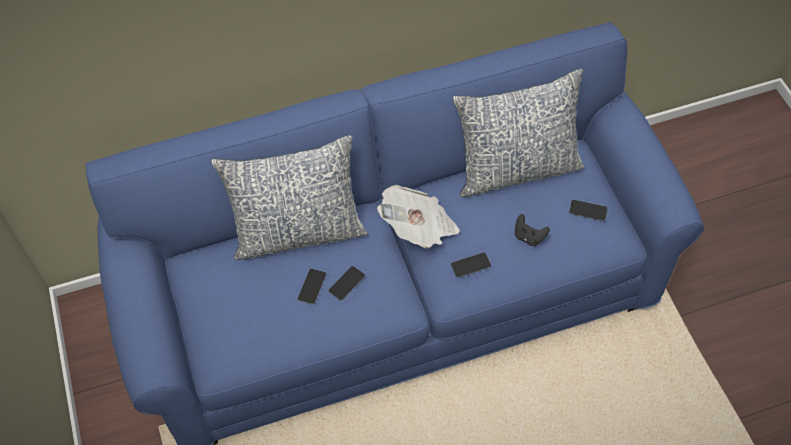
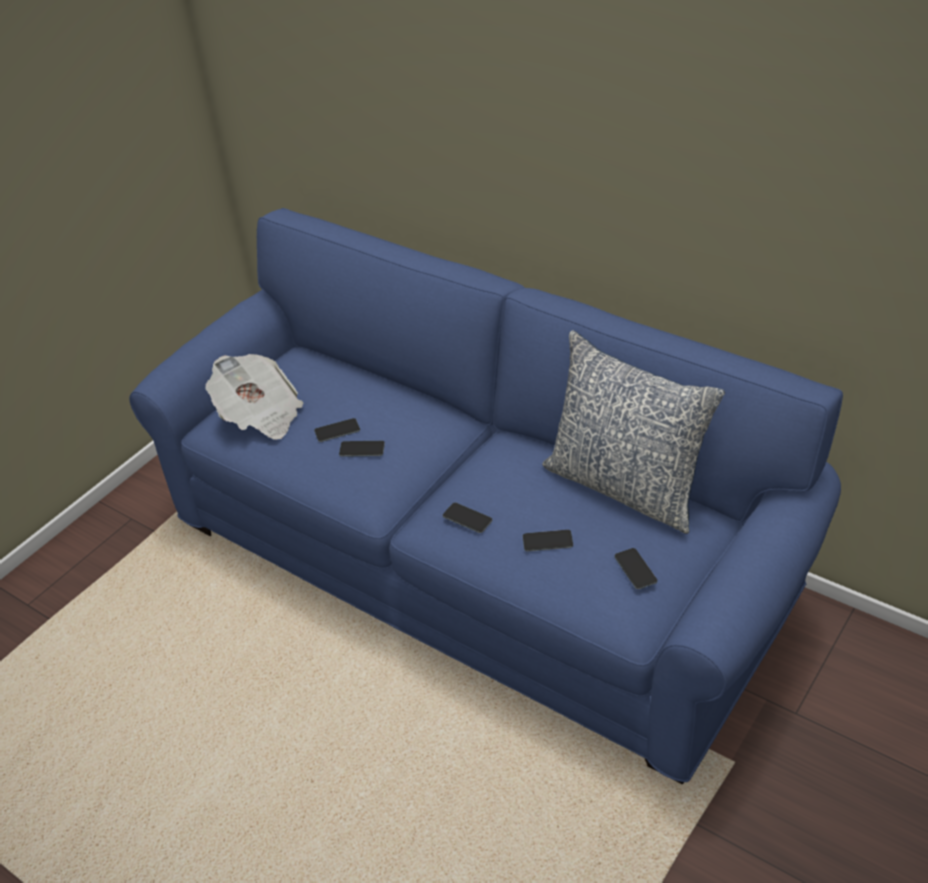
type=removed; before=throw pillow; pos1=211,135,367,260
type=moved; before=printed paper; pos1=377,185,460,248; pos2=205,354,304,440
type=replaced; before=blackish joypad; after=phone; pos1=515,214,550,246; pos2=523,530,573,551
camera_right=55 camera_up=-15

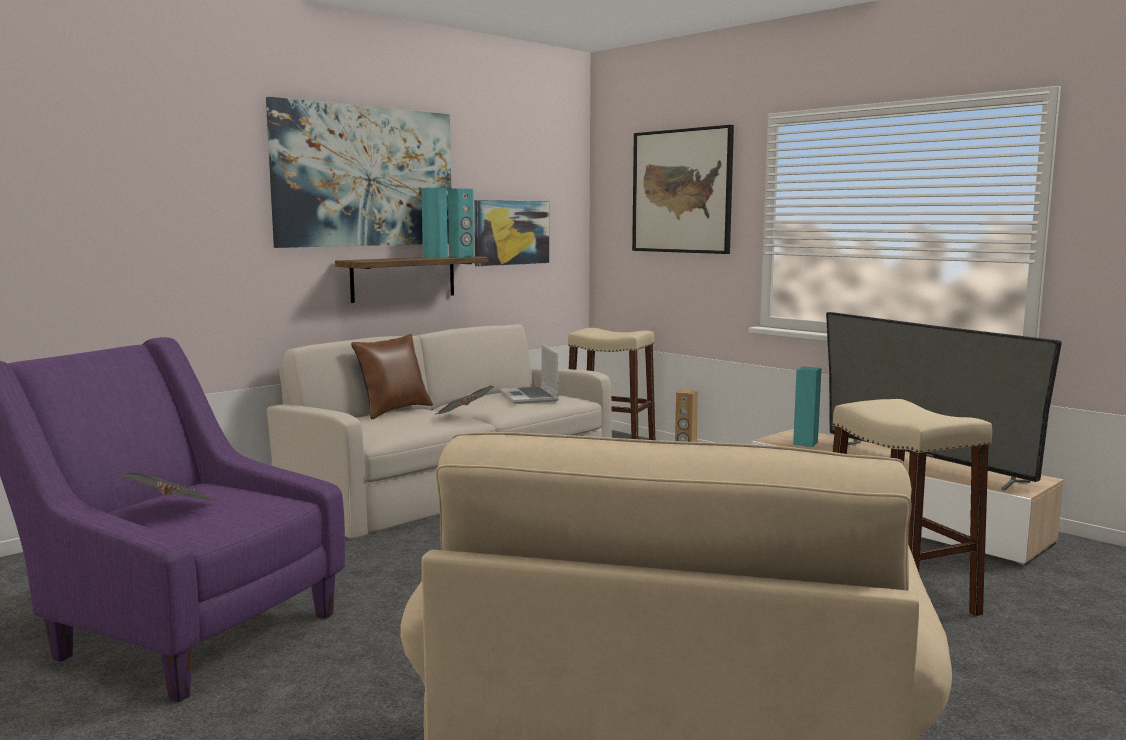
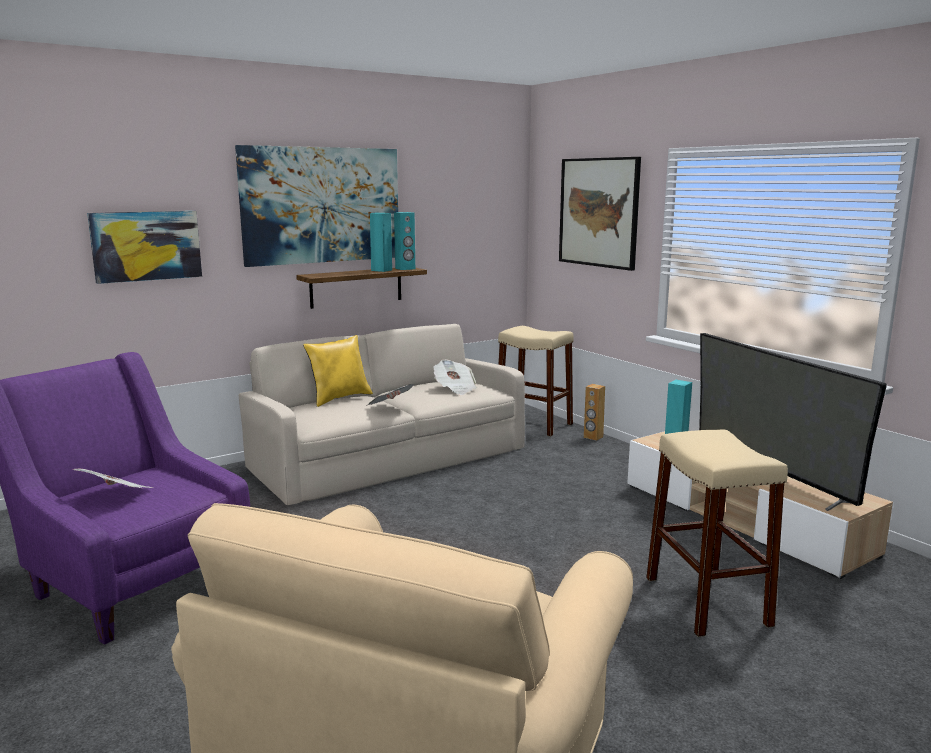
type=moved; before=wall art; pos1=474,200,549,266; pos2=87,211,202,284
type=recoloured; before=brownish throw pillow; after=yellow-coloured throw pillow; pos1=351,334,433,420; pos2=303,335,373,407
type=replaced; before=notebook computer; after=printed paper; pos1=501,345,559,404; pos2=433,359,477,395
camera_right=10 camera_up=5

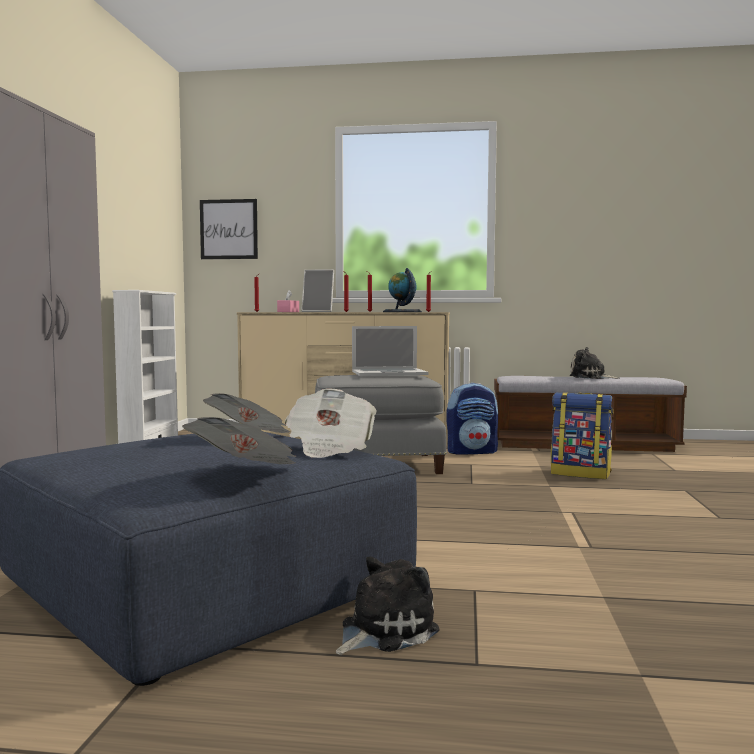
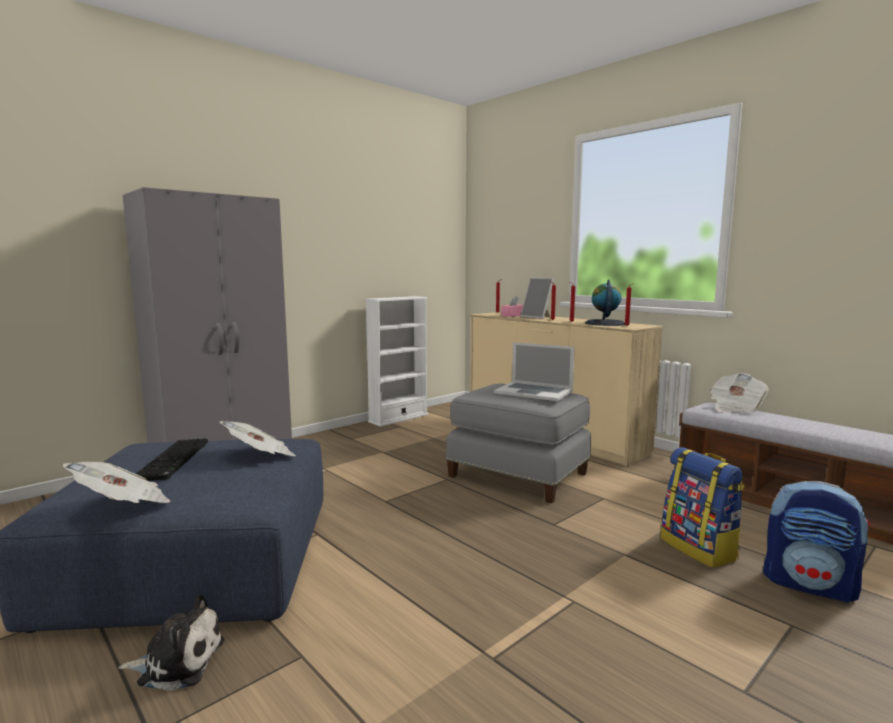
type=removed; before=wall art; pos1=200,199,258,259
type=removed; before=plush toy; pos1=569,347,620,379
type=moved; before=knapsack; pos1=446,383,498,455; pos2=763,481,871,603
type=moved; before=printed paper; pos1=285,388,377,458; pos2=710,373,769,413
type=added; after=PC keyboard; pos2=136,438,208,481
camera_right=40 camera_up=5

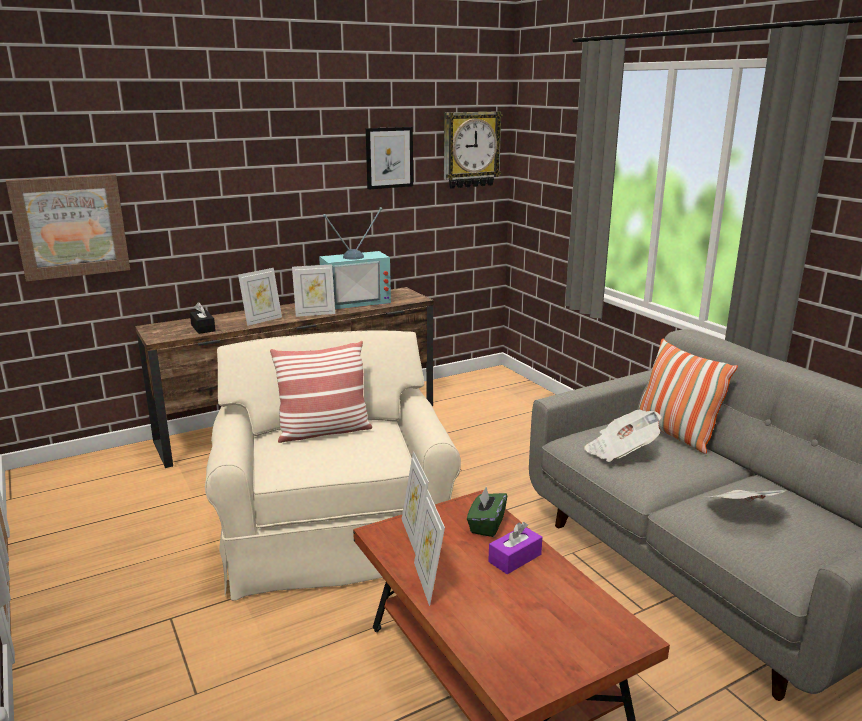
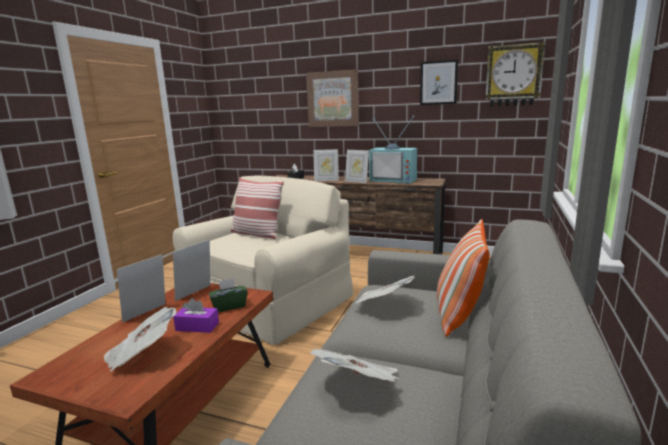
type=moved; before=wall art; pos1=6,174,130,282; pos2=306,69,359,127
type=added; after=printed paper; pos2=104,307,176,372
camera_right=50 camera_up=-5

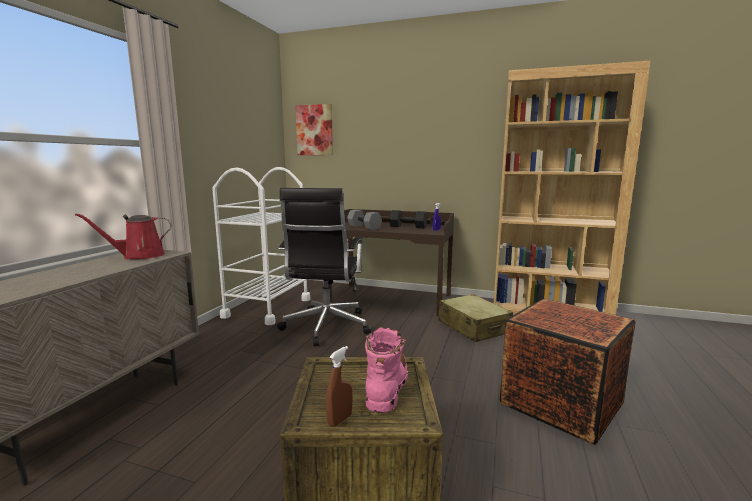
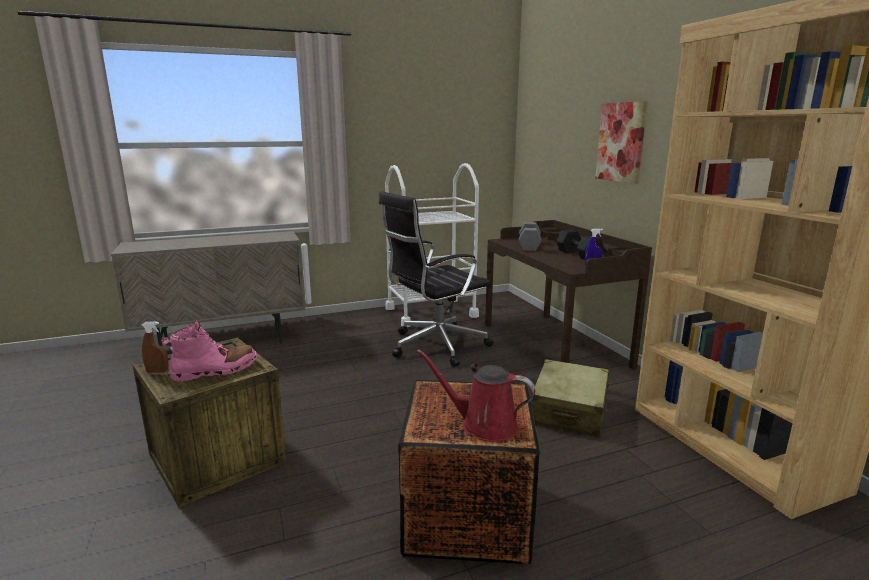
type=moved; before=wall art; pos1=296,104,333,155; pos2=595,101,648,184
type=moved; before=red sprinkling can; pos1=75,213,171,259; pos2=417,350,535,442
camera_right=50 camera_up=5

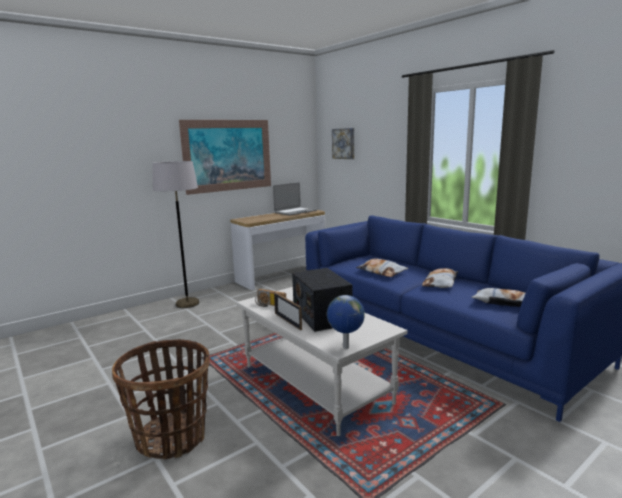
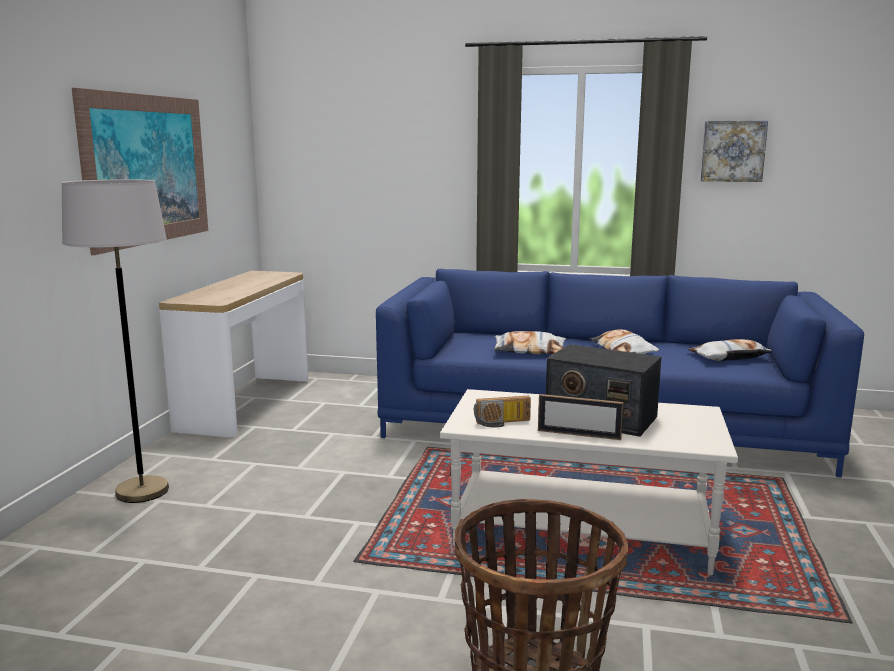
type=moved; before=wall art; pos1=332,128,354,159; pos2=700,121,768,182
type=removed; before=notebook computer; pos1=273,182,317,215
type=removed; before=world globe; pos1=327,295,365,349
camera_right=-40 camera_up=0

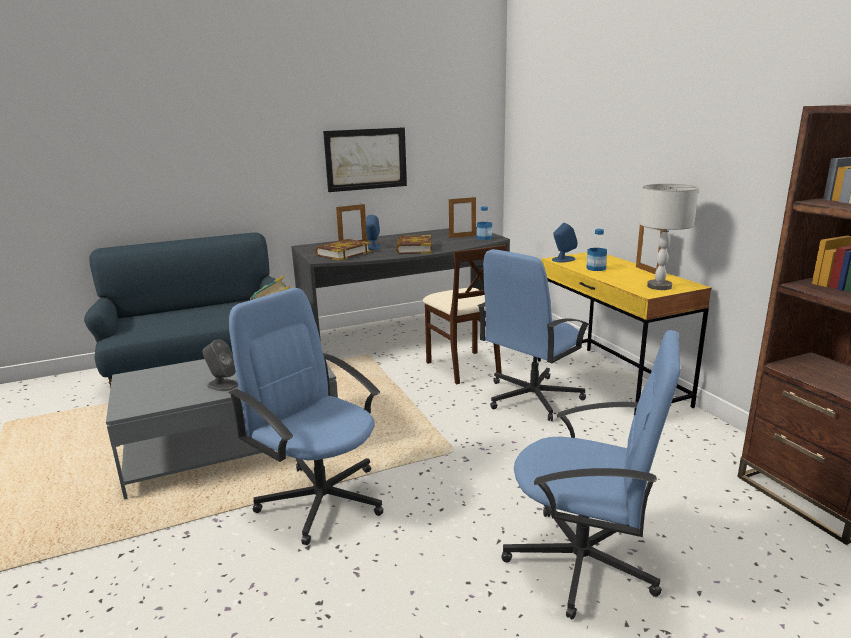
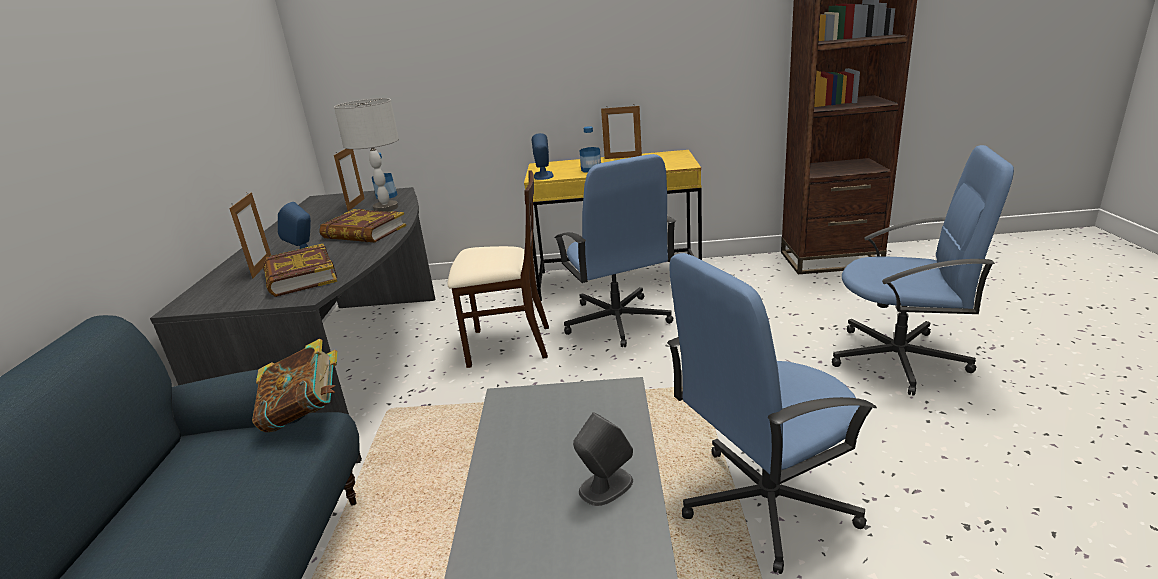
type=removed; before=wall art; pos1=323,127,407,192
type=moved; before=greyish lamp for a table; pos1=639,184,699,290; pos2=334,98,399,211
type=turned; before=blue-coloured desk chair; pos1=502,330,680,619; pos2=832,145,1014,396; turn=60
camera_right=-65 camera_up=5

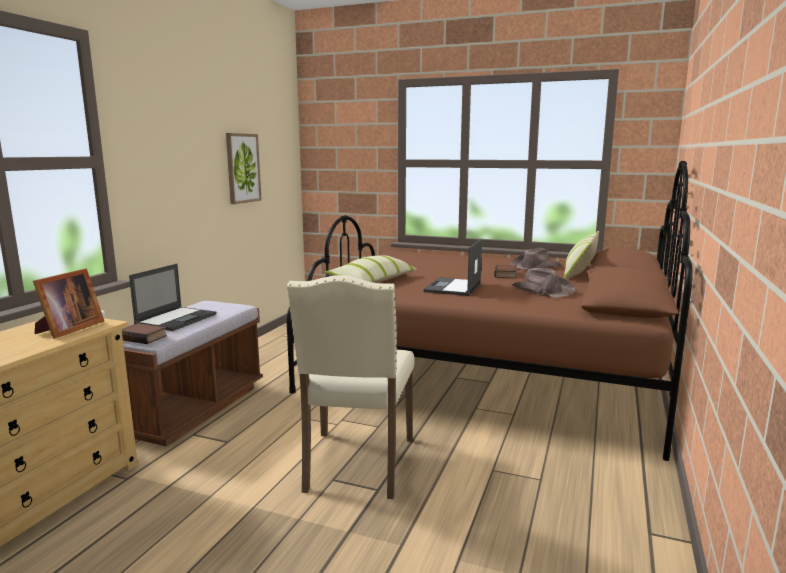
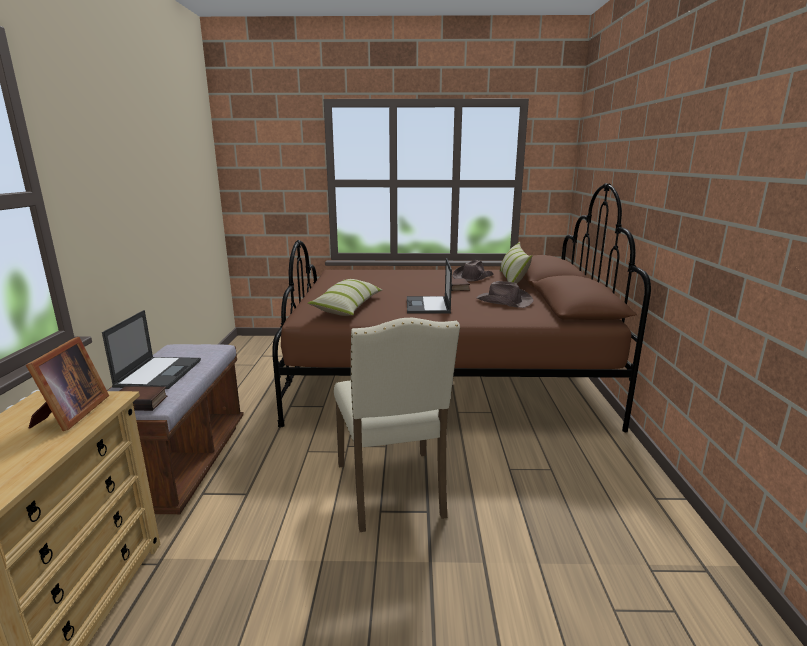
type=removed; before=wall art; pos1=226,133,261,204
camera_right=-20 camera_up=5

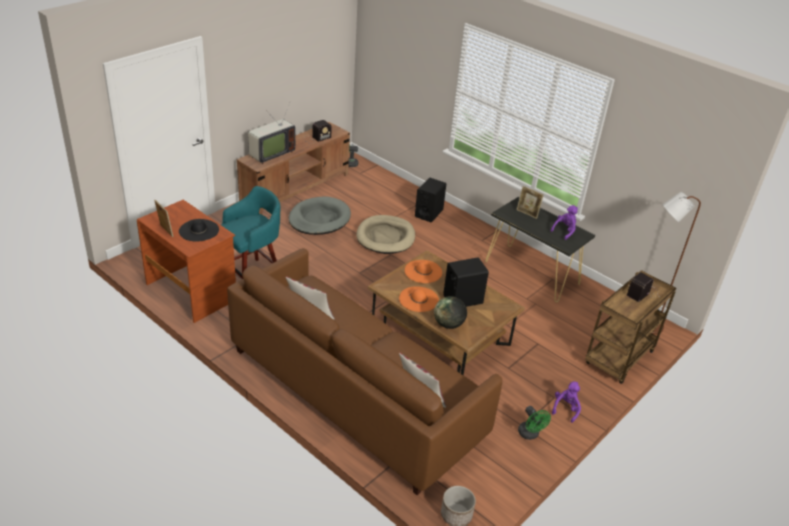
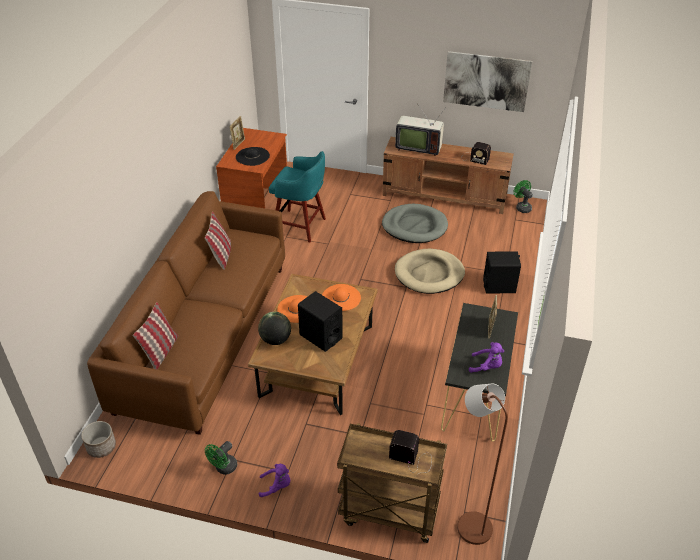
type=added; after=wall art; pos2=443,51,532,112
camera_right=65 camera_up=5

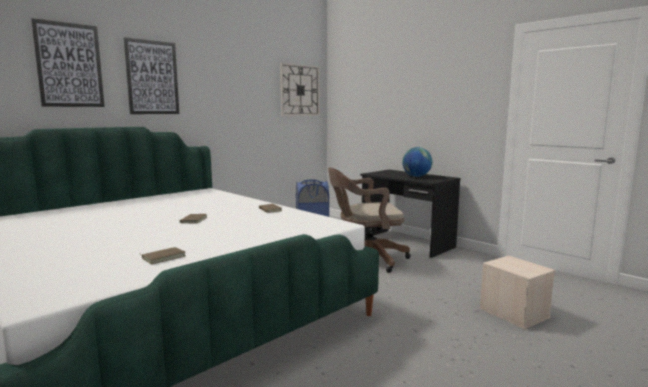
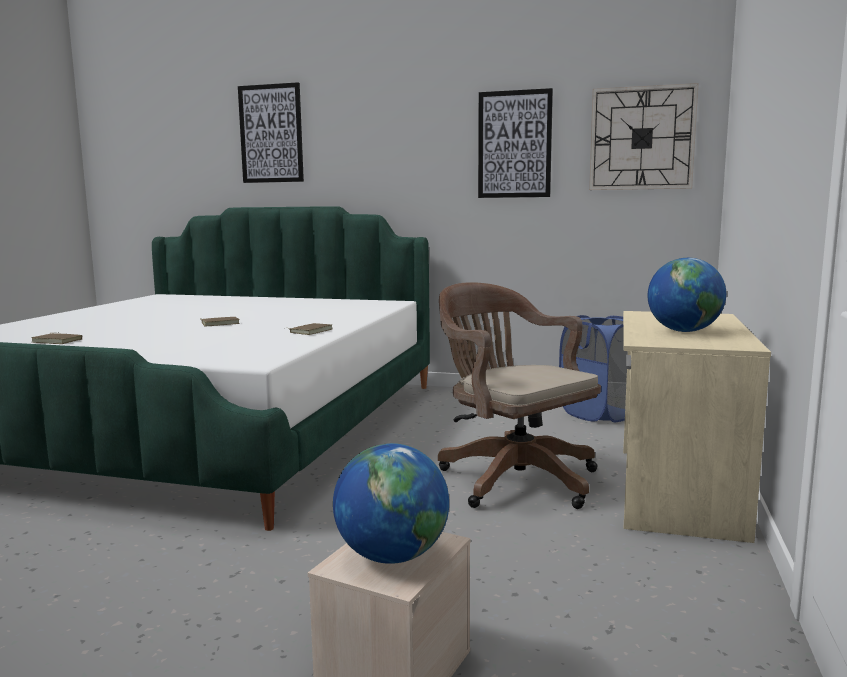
type=moved; before=wall art; pos1=124,37,179,114; pos2=478,88,553,198
type=recoloured; before=blackish desk unit; after=beige desk unit; pos1=360,170,461,258; pos2=623,311,771,543
type=added; after=world globe; pos2=333,443,449,564
camera_right=60 camera_up=0

